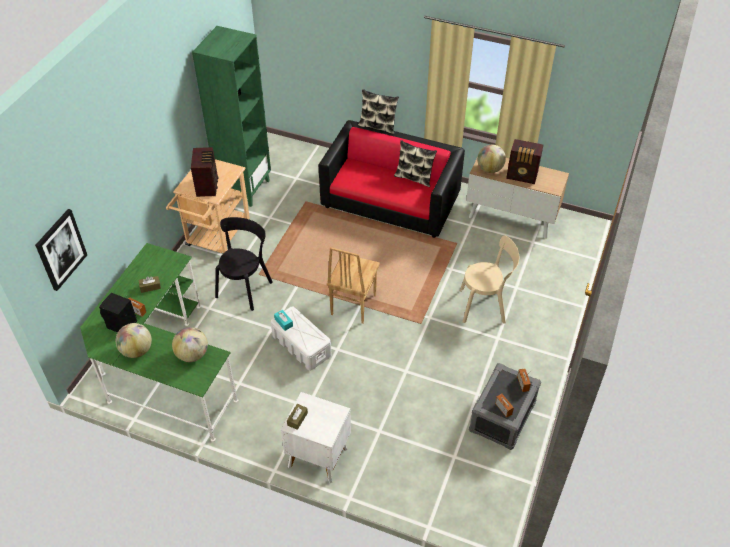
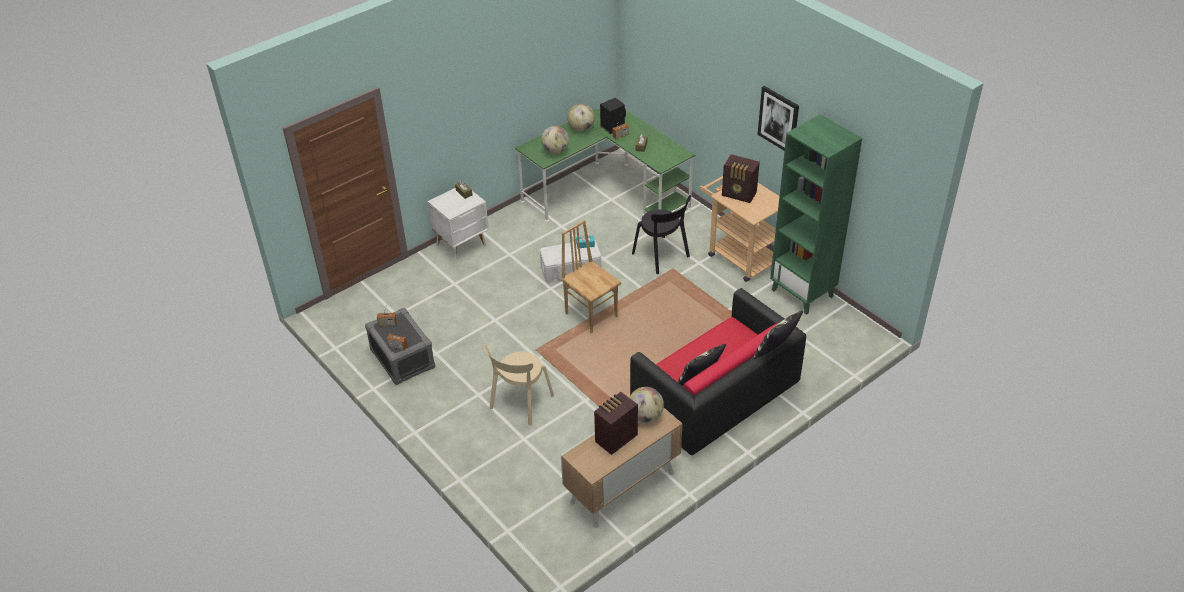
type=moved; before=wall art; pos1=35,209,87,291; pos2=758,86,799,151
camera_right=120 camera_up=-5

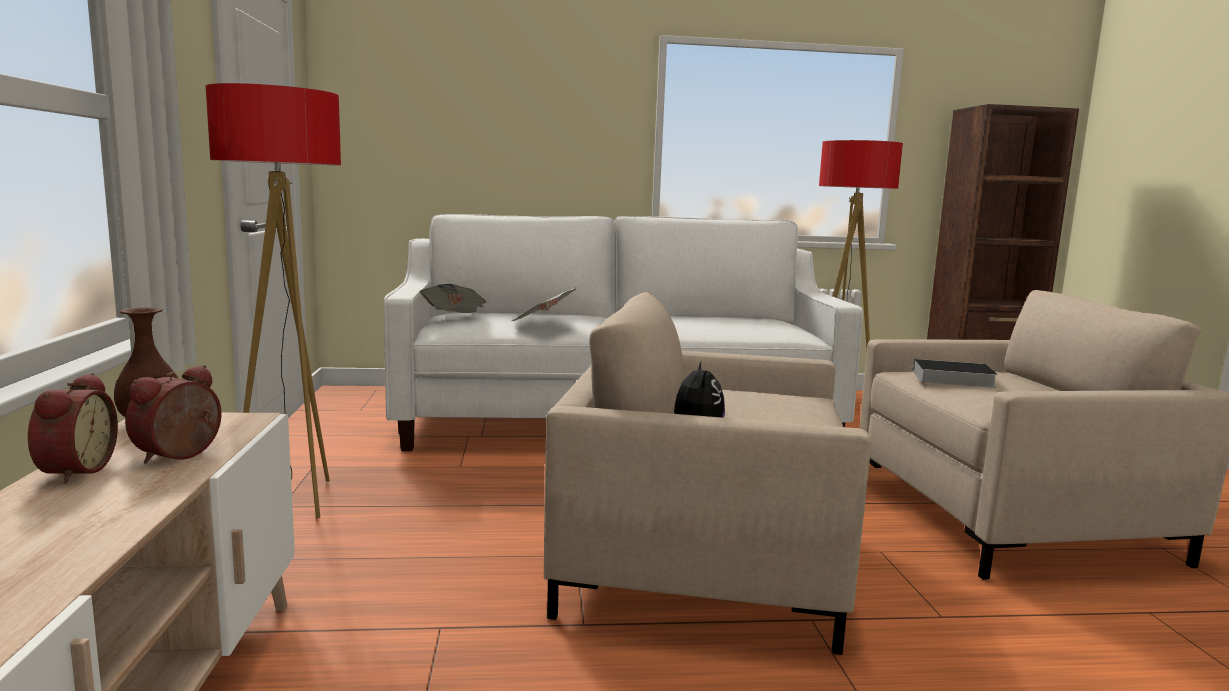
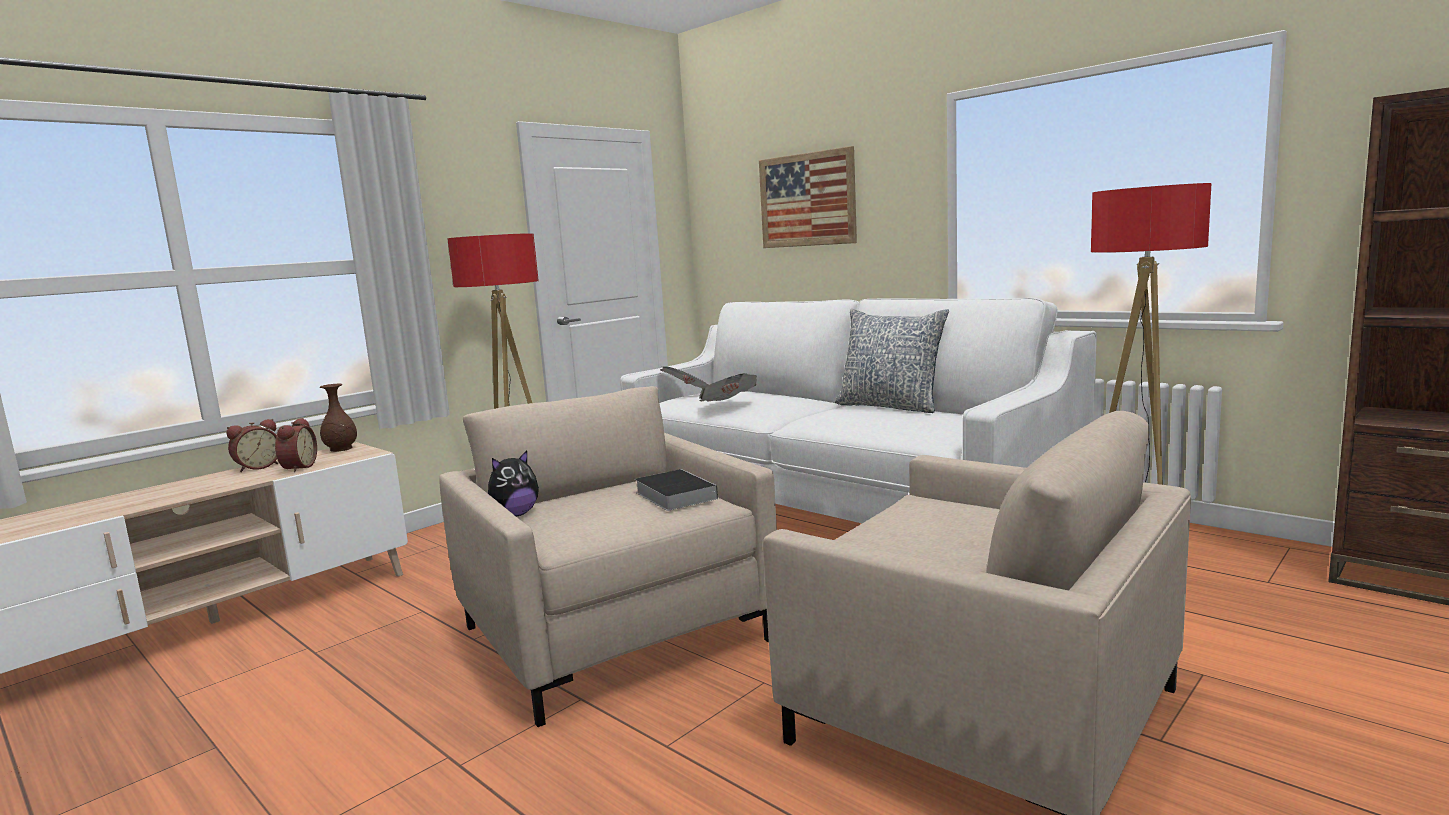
type=moved; before=volume; pos1=899,359,998,388; pos2=635,469,718,511
type=turned; before=bedside clock; pos1=125,365,222,464; pos2=275,418,317,472; turn=105
type=added; after=wall art; pos2=759,146,857,248
type=added; after=throw pillow; pos2=835,309,949,413
camera_right=50 camera_up=0

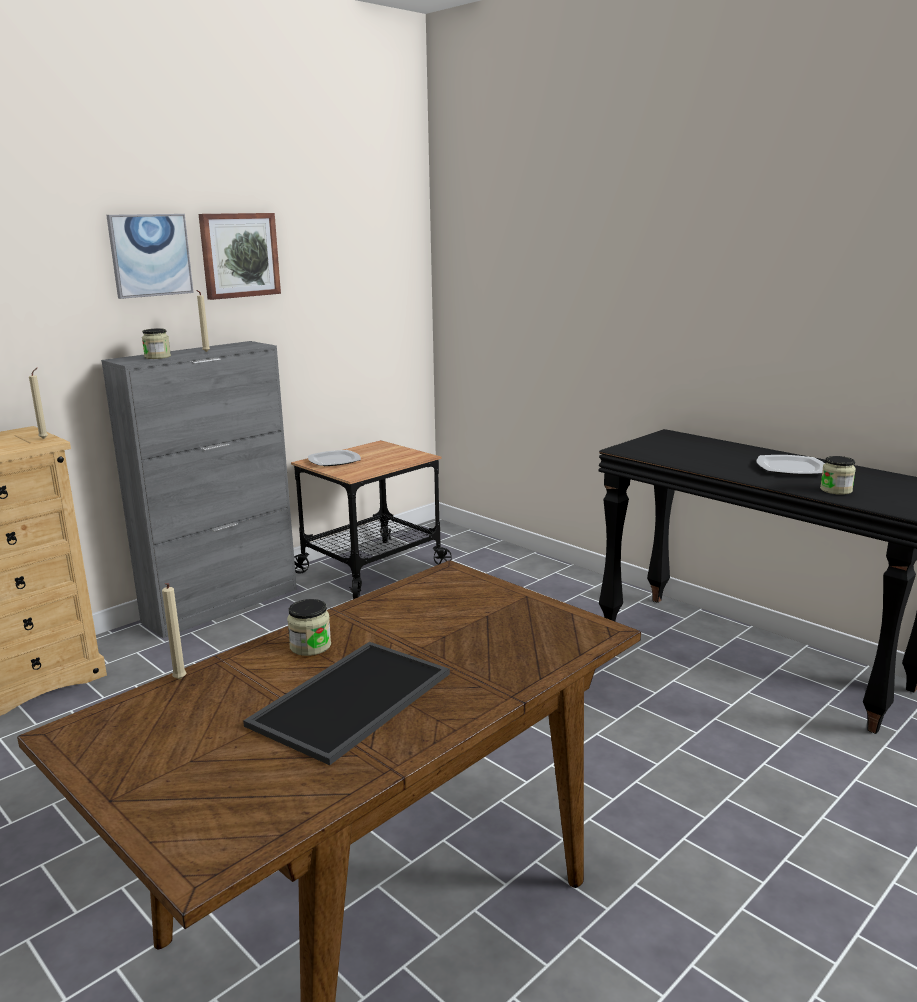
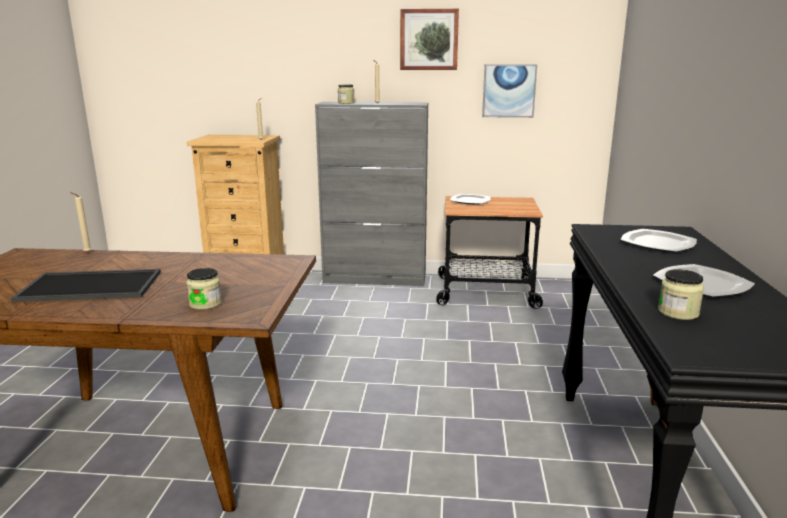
type=moved; before=wall art; pos1=106,214,194,299; pos2=482,64,537,118
type=moved; before=jar; pos1=287,599,331,656; pos2=186,268,222,310
type=added; after=dinner plate; pos2=621,229,697,252
camera_right=50 camera_up=0

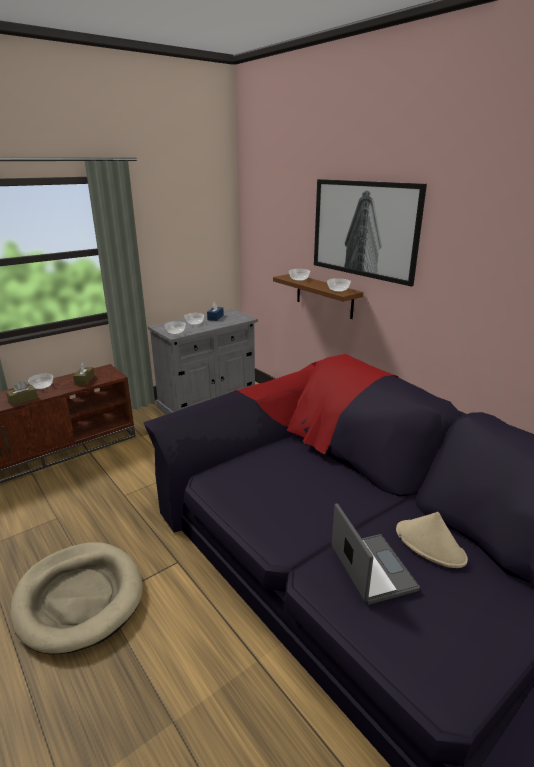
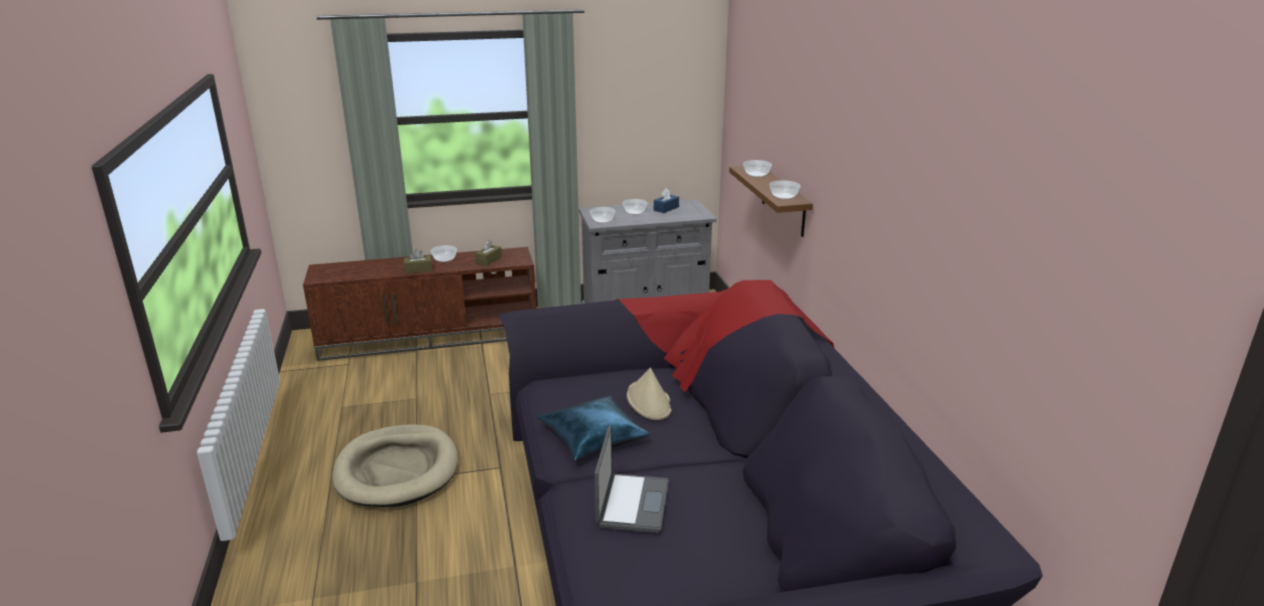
type=removed; before=wall art; pos1=314,179,427,287
type=moved; before=beige clothing hat; pos1=396,512,468,568; pos2=627,368,672,420
type=added; after=blue-coloured throw pillow; pos2=537,396,651,461
camera_right=25 camera_up=0

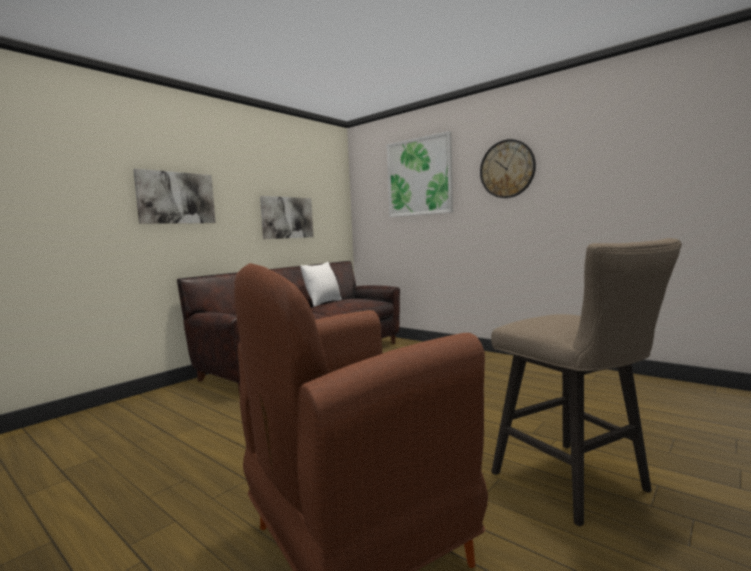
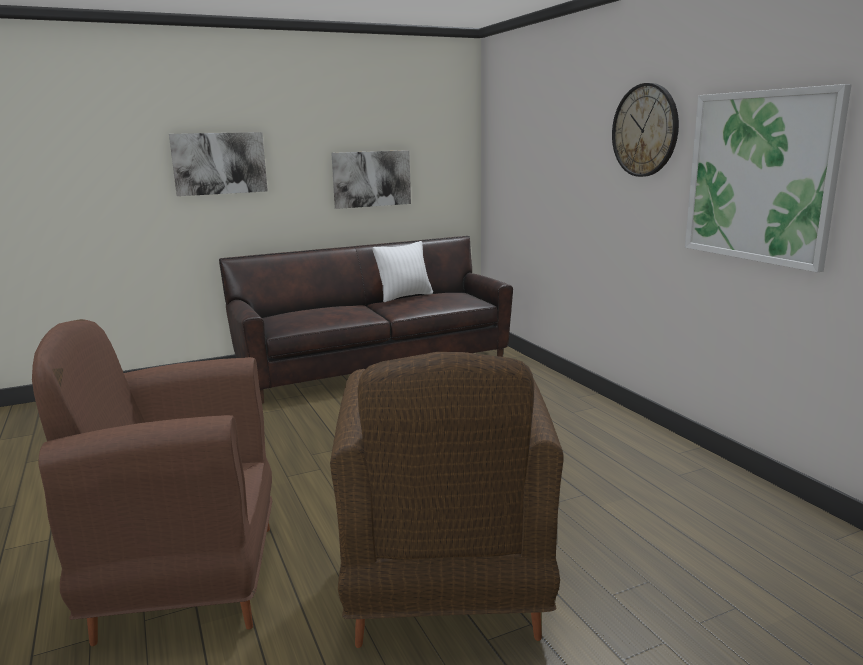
type=moved; before=wall art; pos1=387,131,453,217; pos2=685,84,852,273
type=replaced; before=beige sitting stool; after=brownish easy chair; pos1=491,238,682,527; pos2=330,352,564,648
camera_right=25 camera_up=10

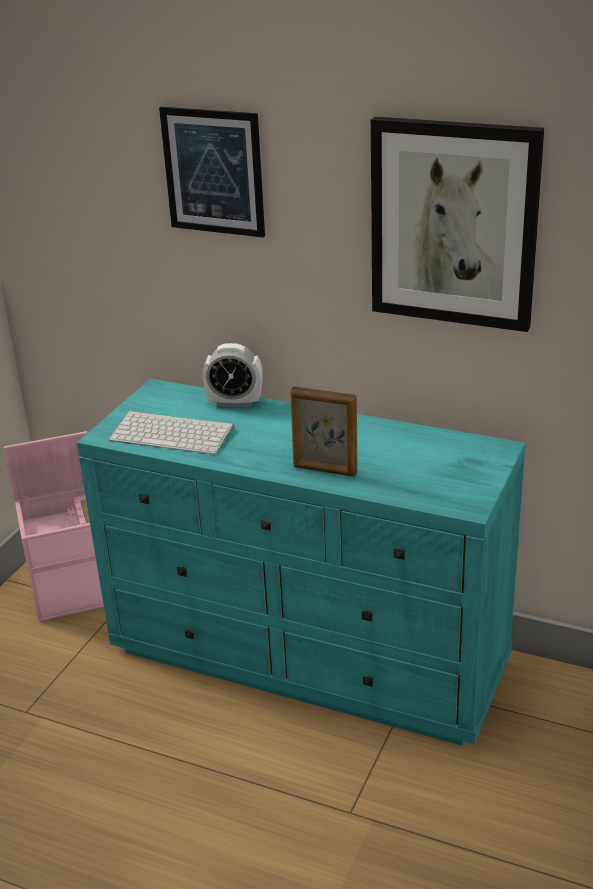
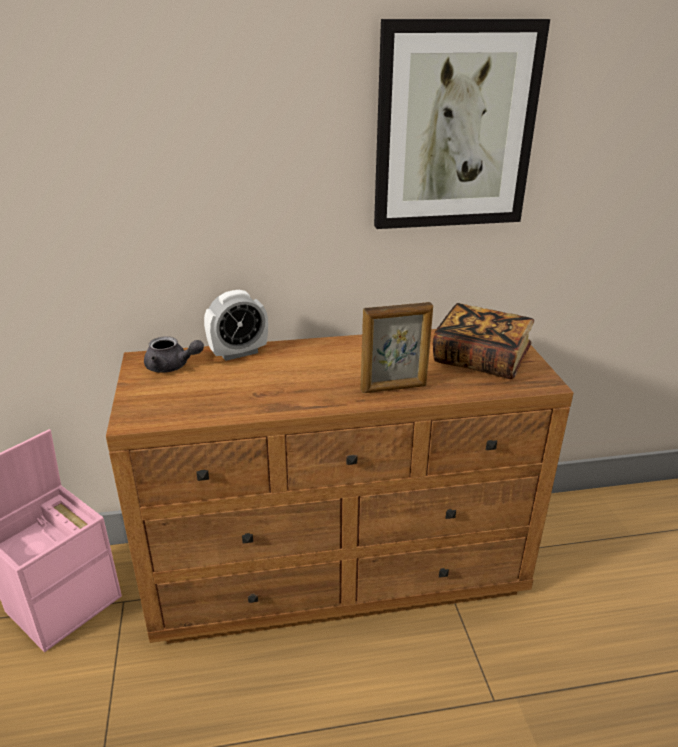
type=removed; before=wall art; pos1=159,107,265,238
type=recoloured; before=turquoise dresser; after=brownish dresser; pos1=77,379,526,746; pos2=106,329,574,644
type=removed; before=PC keyboard; pos1=109,411,234,454
type=added; after=volume; pos2=433,303,534,379
type=added; after=greyish pot for tea; pos2=144,336,204,373
camera_right=-35 camera_up=0

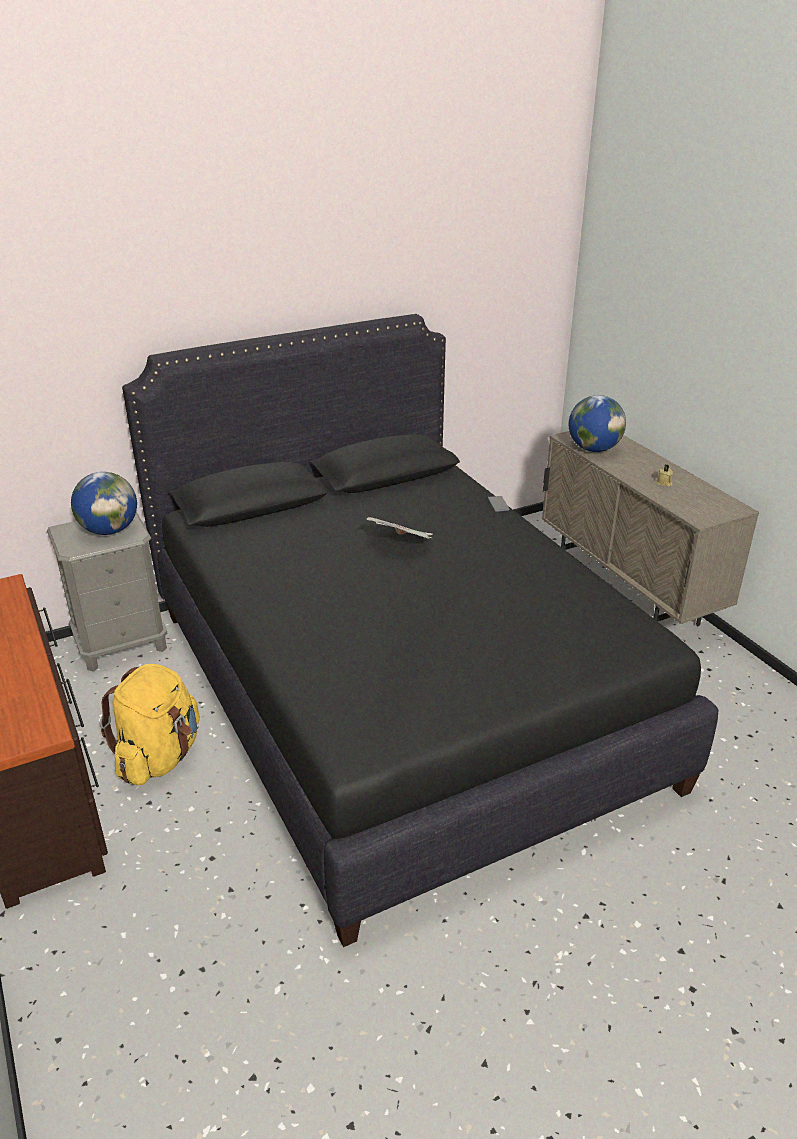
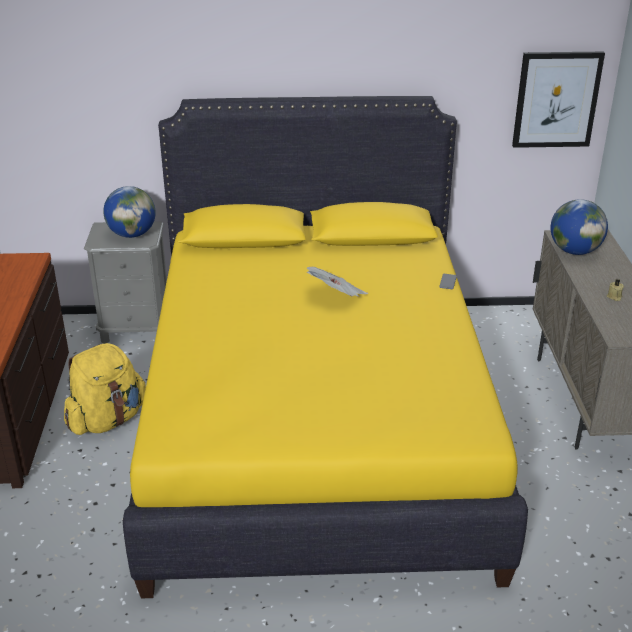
type=recoloured; before=blackish bed; after=yellow-coloured bed; pos1=122,314,718,947; pos2=123,96,528,598
type=added; after=wall art; pos2=512,52,605,148
camera_right=25 camera_up=0

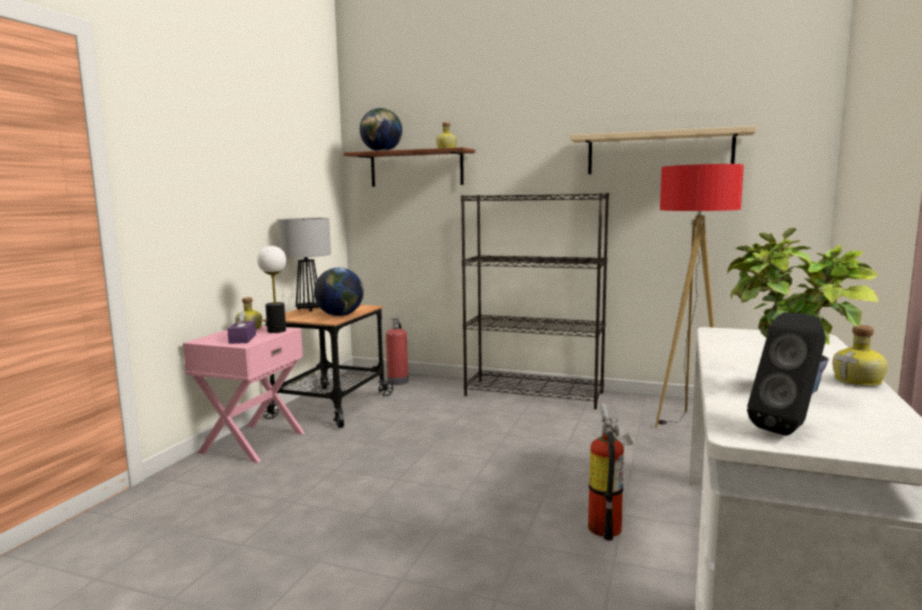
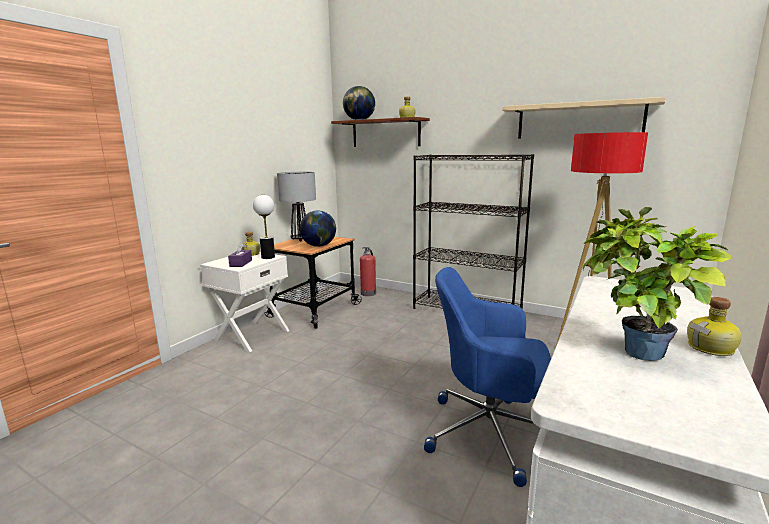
type=removed; before=blackish speaker; pos1=747,312,826,436
type=recoloured; before=pink-coloured nightstand; after=whitish nightstand; pos1=183,326,305,463; pos2=200,252,290,352
type=replaced; before=fire-fighting cylinder; after=blue-coloured desk chair; pos1=588,403,633,541; pos2=424,267,551,487
camera_right=10 camera_up=5

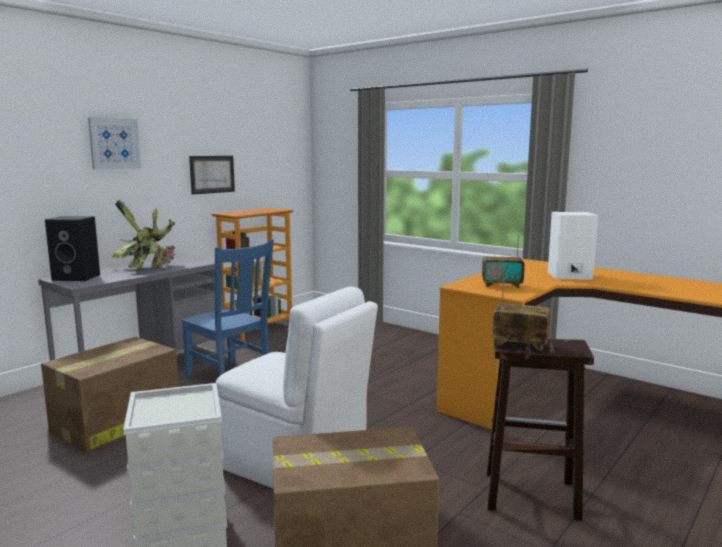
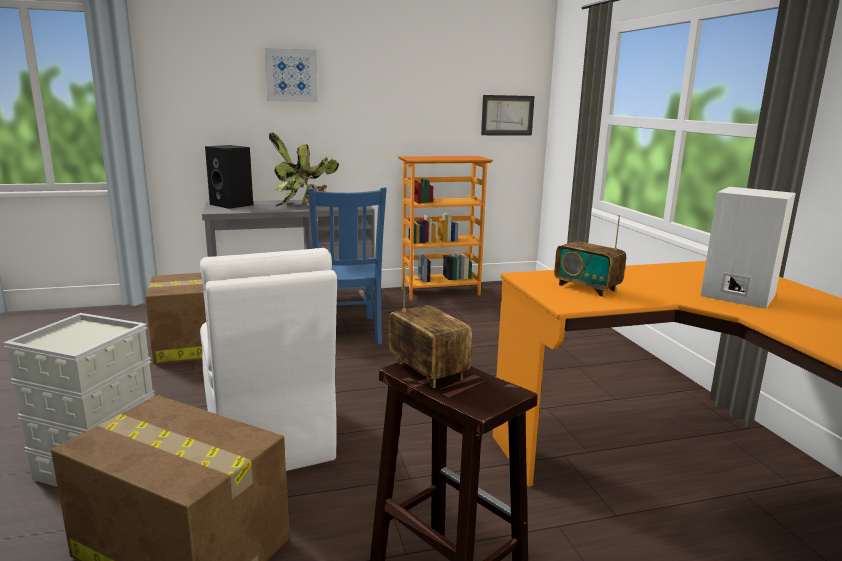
type=moved; before=wall art; pos1=189,156,235,195; pos2=481,95,535,136
camera_right=35 camera_up=5

